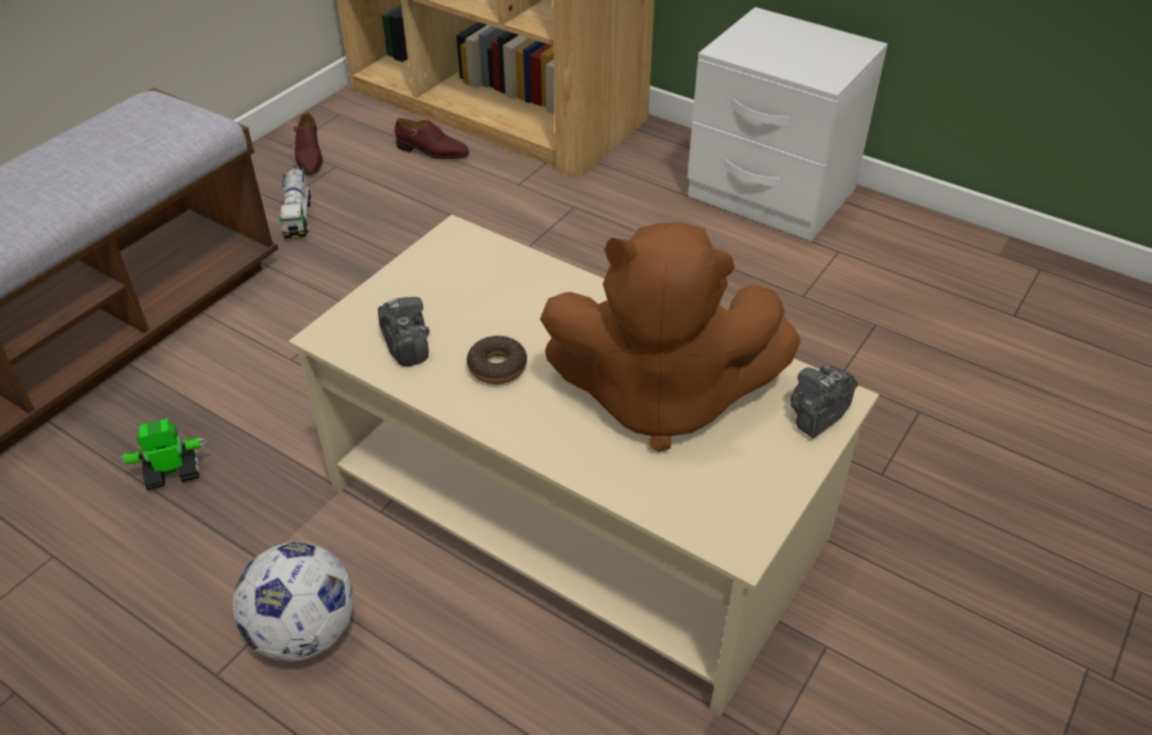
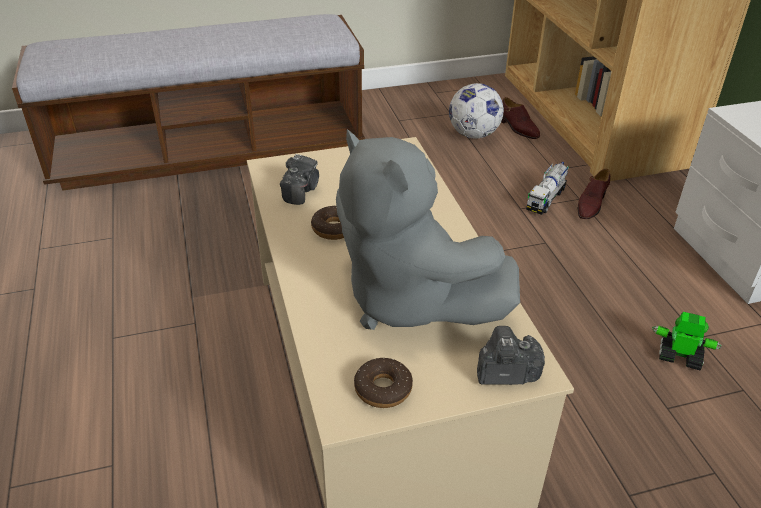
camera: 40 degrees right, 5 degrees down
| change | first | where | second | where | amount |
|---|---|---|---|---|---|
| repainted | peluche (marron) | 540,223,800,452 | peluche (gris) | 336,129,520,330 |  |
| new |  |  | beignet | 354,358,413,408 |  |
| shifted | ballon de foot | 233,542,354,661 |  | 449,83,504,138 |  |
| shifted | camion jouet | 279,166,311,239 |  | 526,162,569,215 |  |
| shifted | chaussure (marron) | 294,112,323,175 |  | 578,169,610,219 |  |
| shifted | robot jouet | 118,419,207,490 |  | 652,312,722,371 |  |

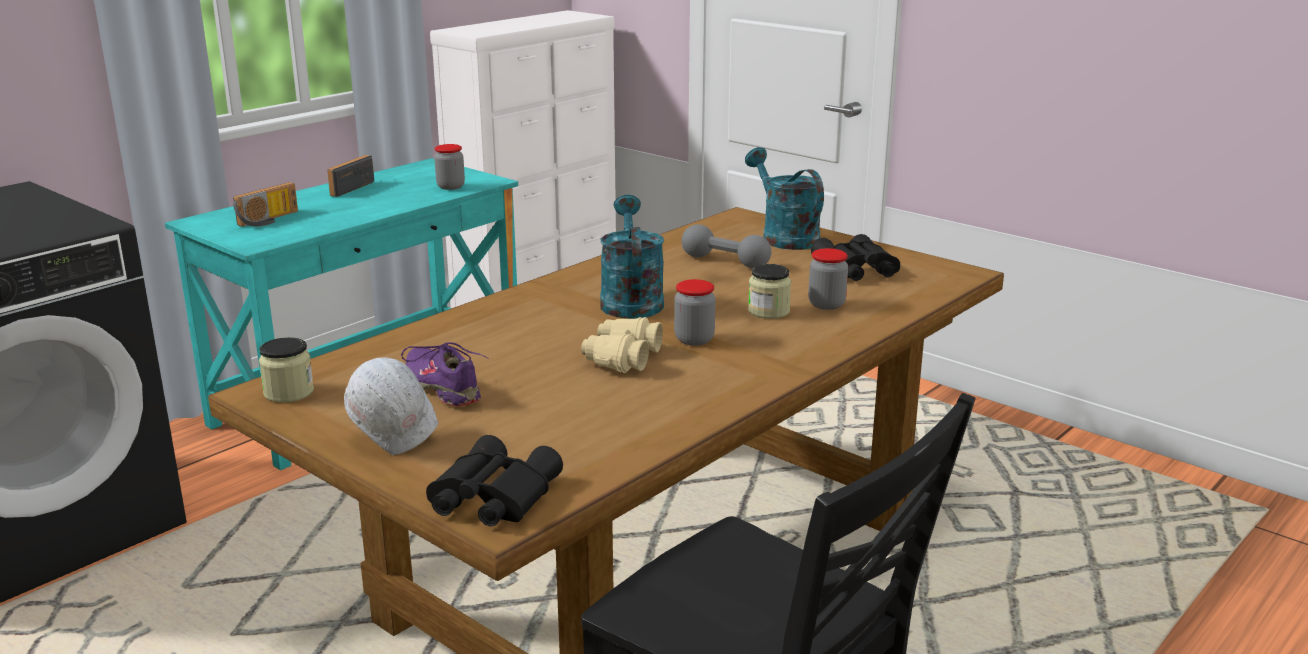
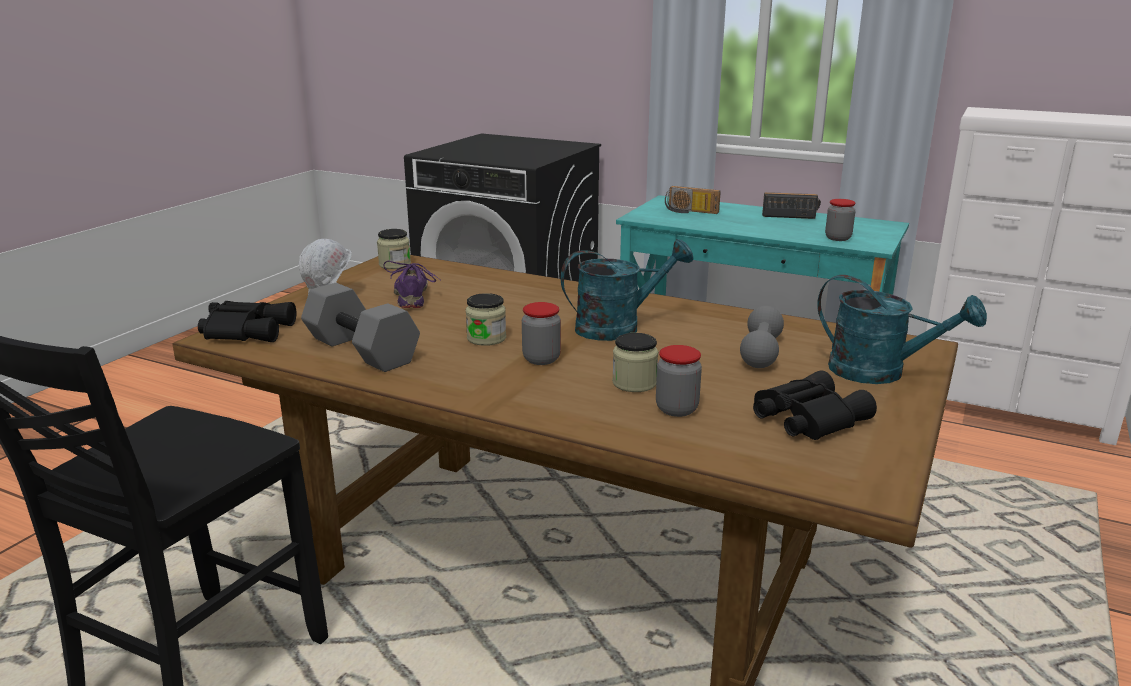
camera: 75 degrees right, 0 degrees up
| change | first | where | second | where | amount |
|---|---|---|---|---|---|
| new |  |  | haltère (gris) | 301,283,420,372 |  |
| rotated | chaussure (violet) | 401,342,487,407 |  | 383,260,441,308 | 45 degrees counterclockwise |
| swapped | jumelles (beige) | 581,317,663,373 | bocal | 466,293,506,346 |  |
| rotated | arrosoir (turquoise) | 745,147,824,250 |  | 817,275,987,384 | 75 degrees clockwise |

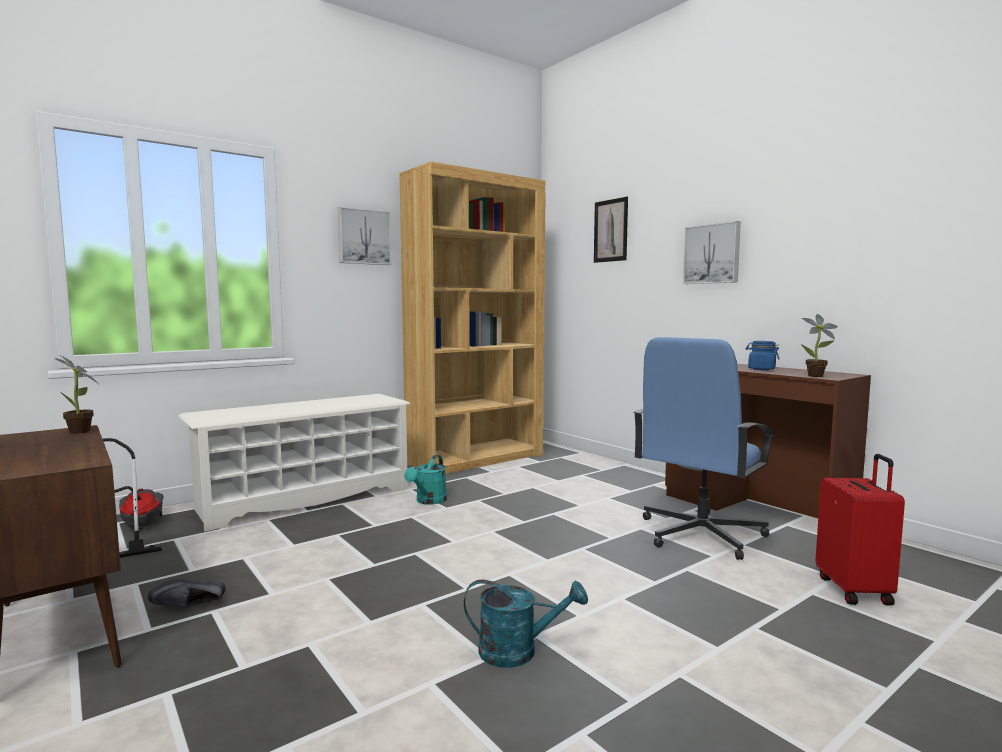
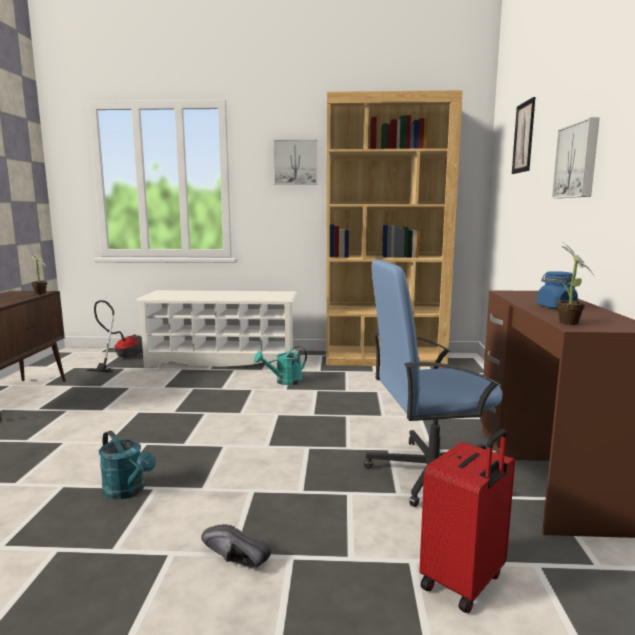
camera: 40 degrees right, 5 degrees up
| change | first | where | second | where | amount |
|---|---|---|---|---|---|
| shifted | chaussure (noir) | 148,578,226,607 |  | 201,524,271,569 |  |

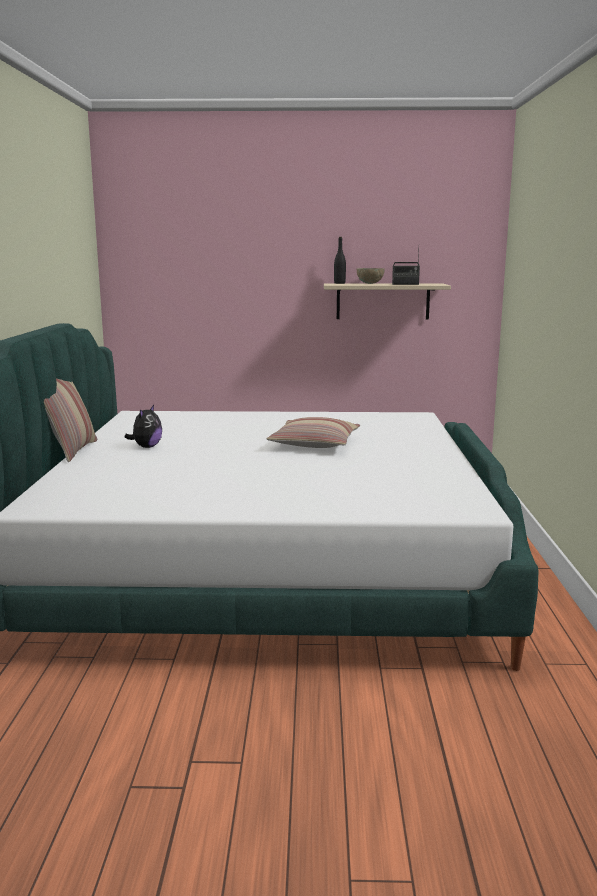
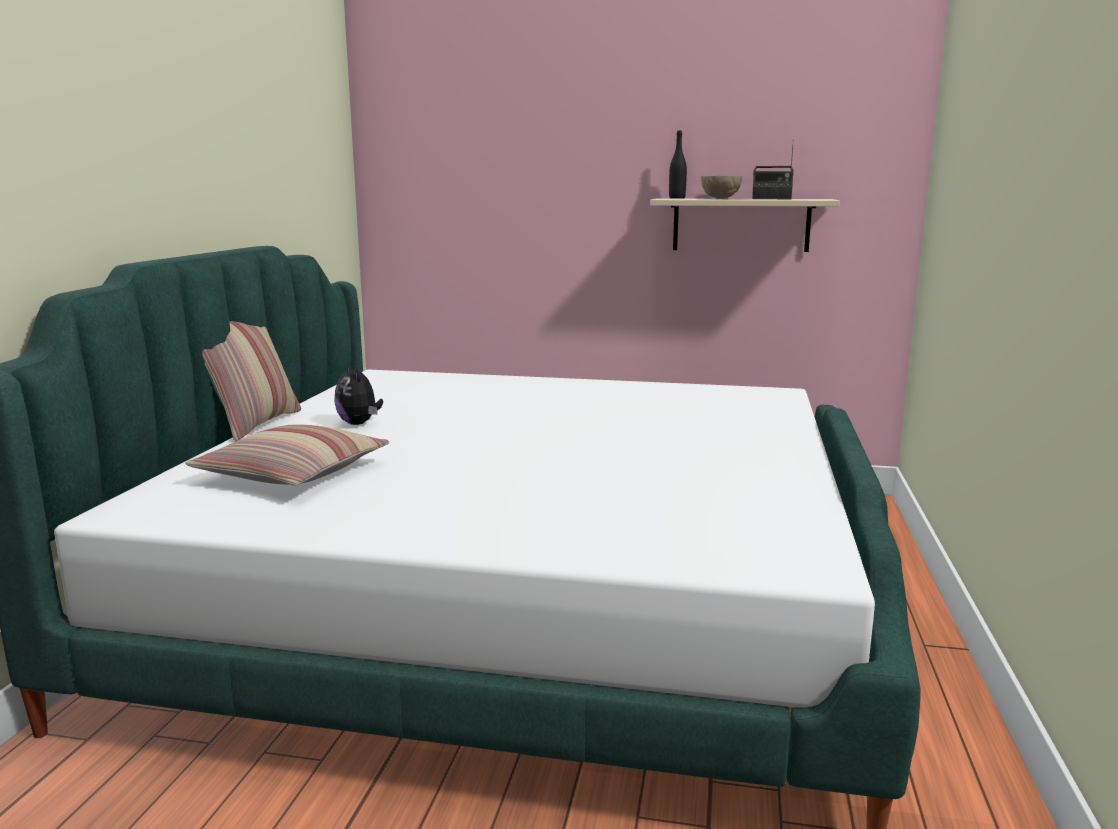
camera: 10 degrees right, 0 degrees up
| change | first | where | second | where | amount |
|---|---|---|---|---|---|
| shifted | coussin | 266,417,360,448 |  | 185,424,389,486 |  |
| rotated | peluche | 125,405,162,448 |  | 334,363,383,425 | 120 degrees clockwise |

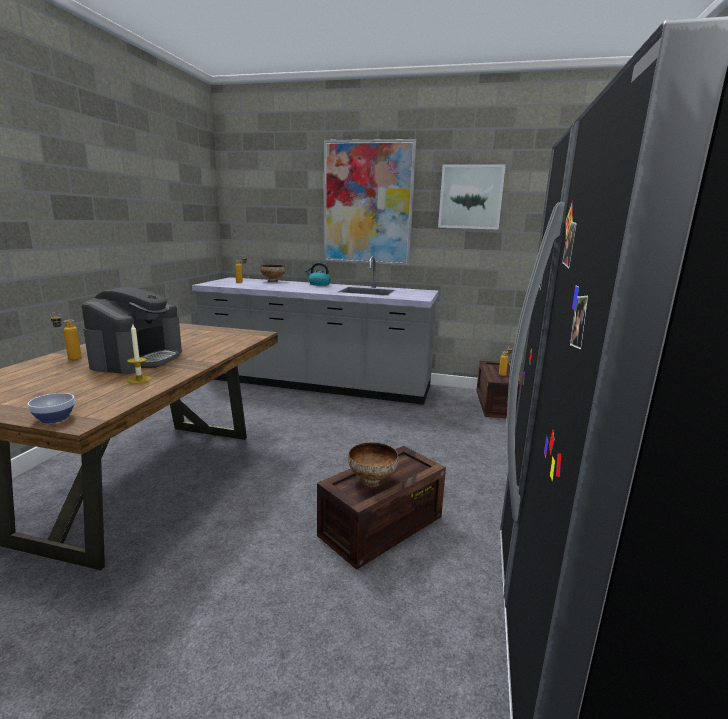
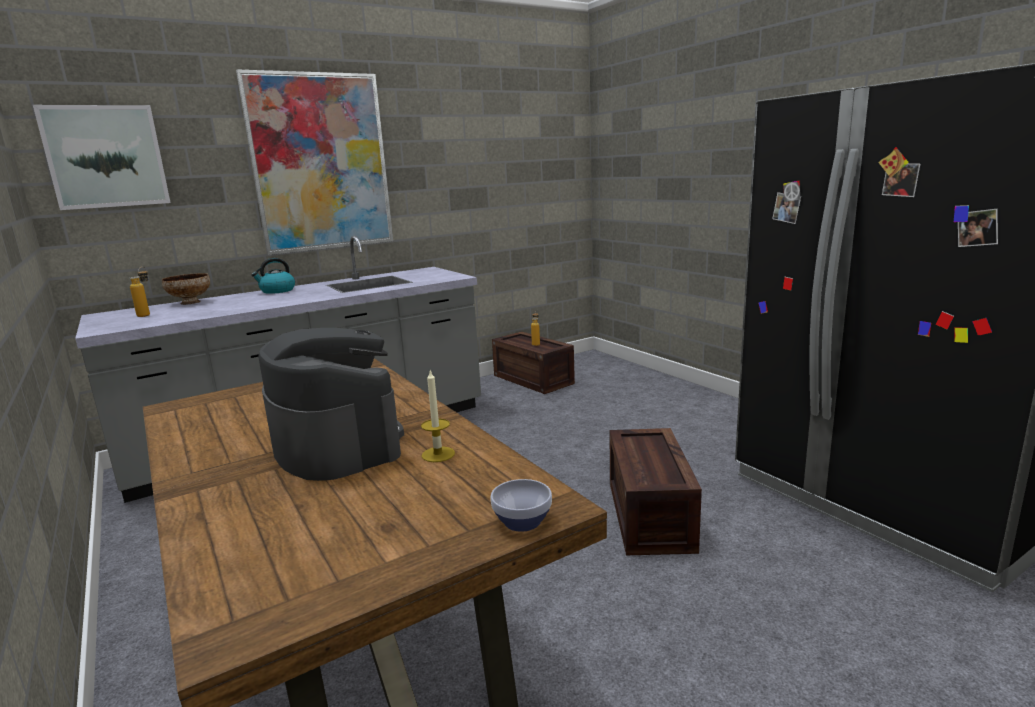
camera: 45 degrees left, 0 degrees up
| change | first | where | second | where | amount |
|---|---|---|---|---|---|
| shifted | tableau | 438,164,506,230 |  | 33,105,171,210 |  |
| gone | bouteille | 50,312,82,360 |  |  |  |
| gone | bol | 348,442,399,487 |  |  |  |

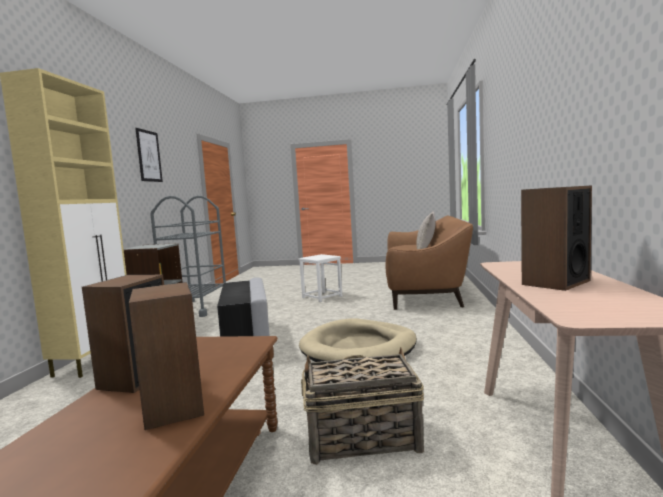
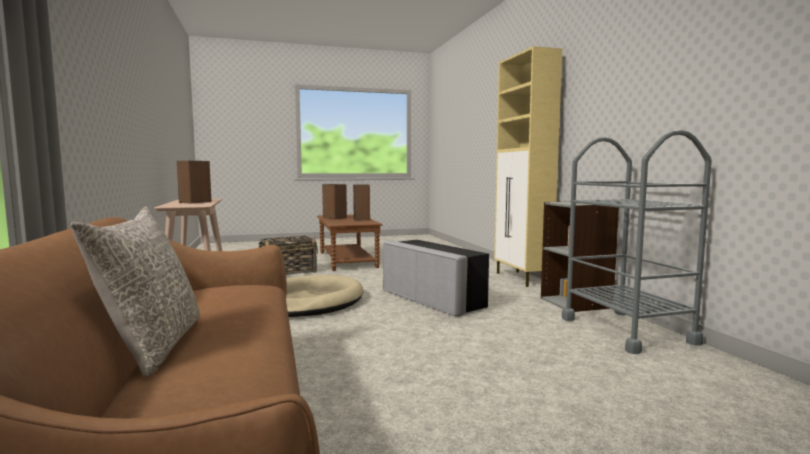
camera: 155 degrees right, 0 degrees up
| change | first | where | second | where | amount |
|---|---|---|---|---|---|
| gone | tableau | 135,128,163,182 |  |  |  |
| gone | tabouret (blanc) | 299,254,342,302 |  |  |  |

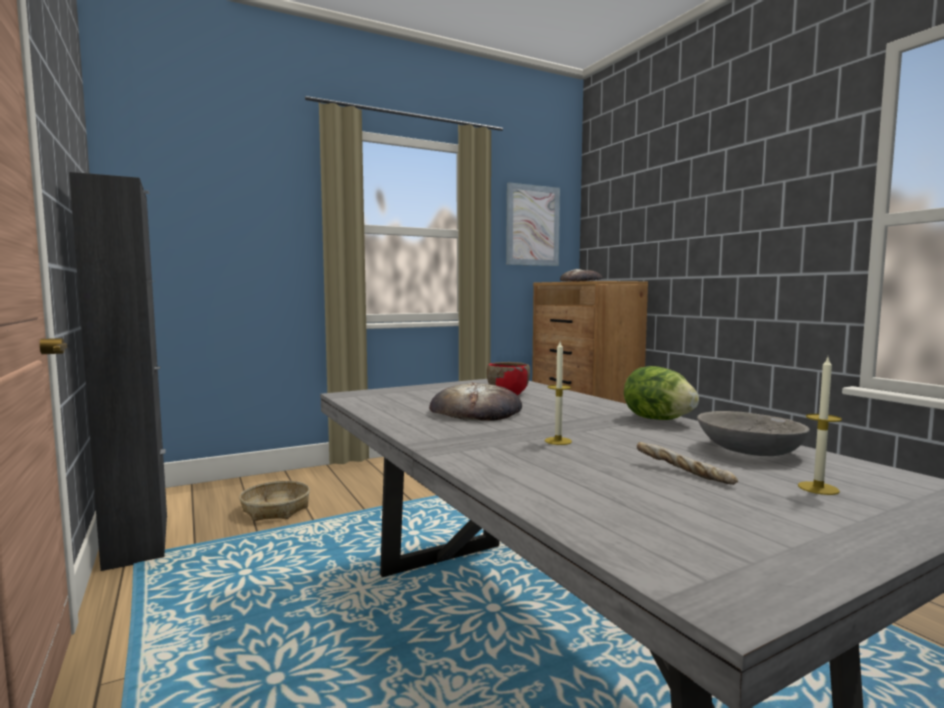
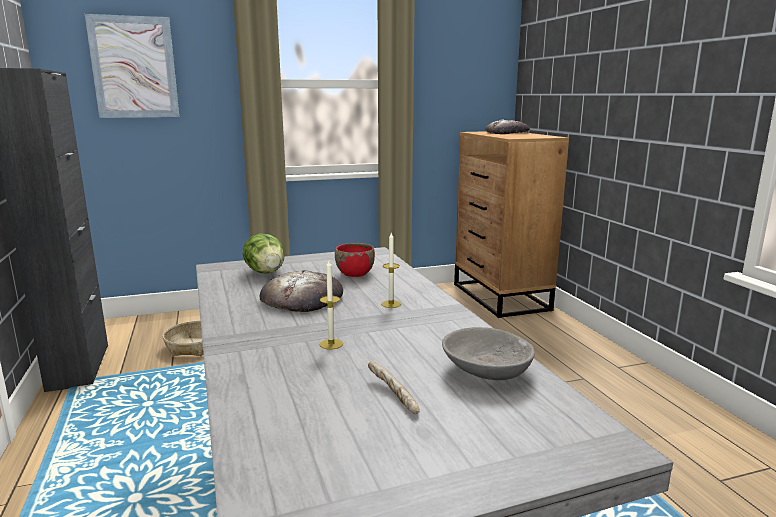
camera: 10 degrees right, 10 degrees up
| change | first | where | second | where | amount |
|---|---|---|---|---|---|
| shifted | tableau | 506,182,560,266 |  | 85,14,179,118 |  |
| shifted | laitue | 624,366,699,420 |  | 242,234,285,273 |  |
| shifted | bougie | 798,357,842,495 |  | 381,233,401,308 |  |

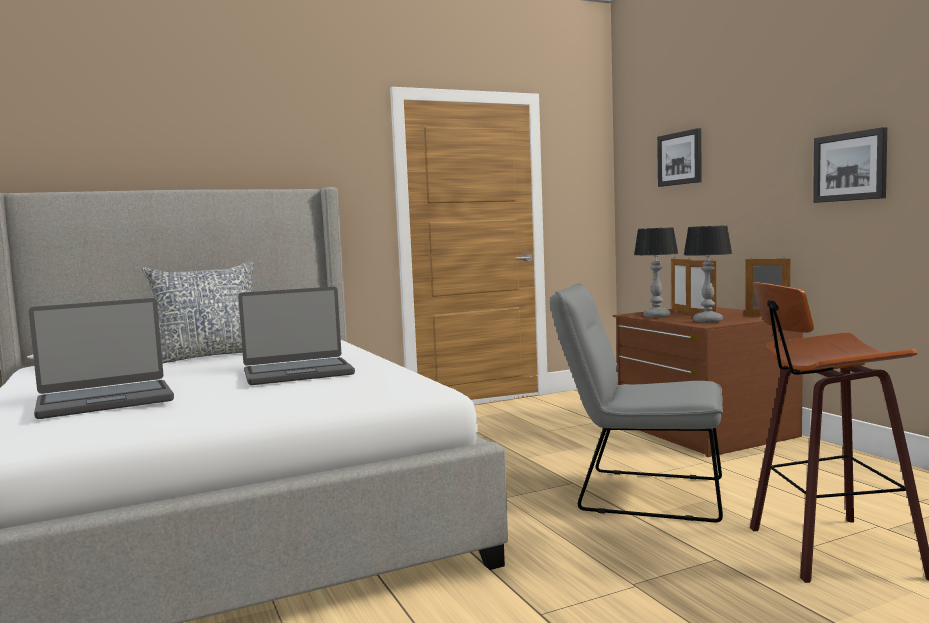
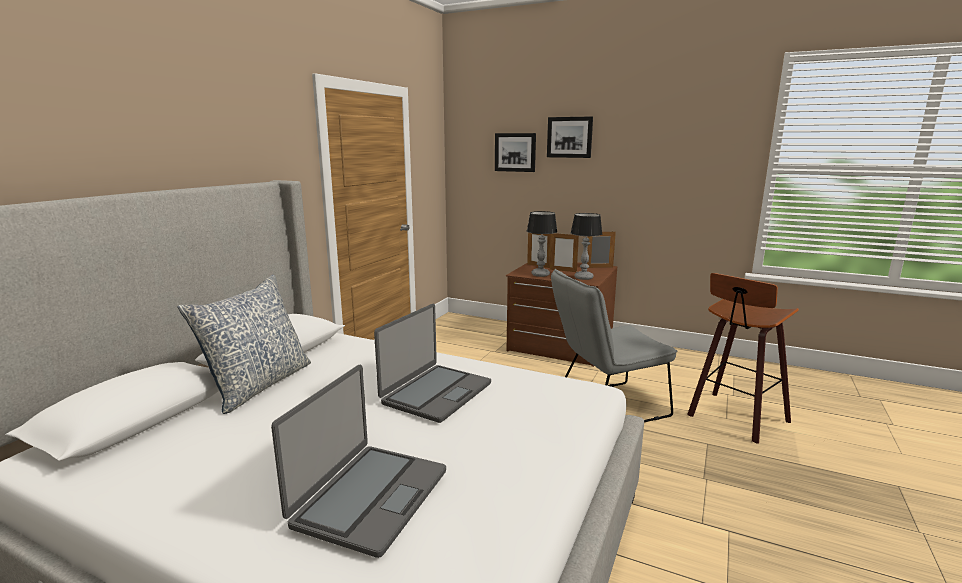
camera: 40 degrees left, 10 degrees up
| change | first | where | second | where | amount |
|---|---|---|---|---|---|
| shifted | tableau | 813,127,887,203 |  | 547,116,593,158 |  |

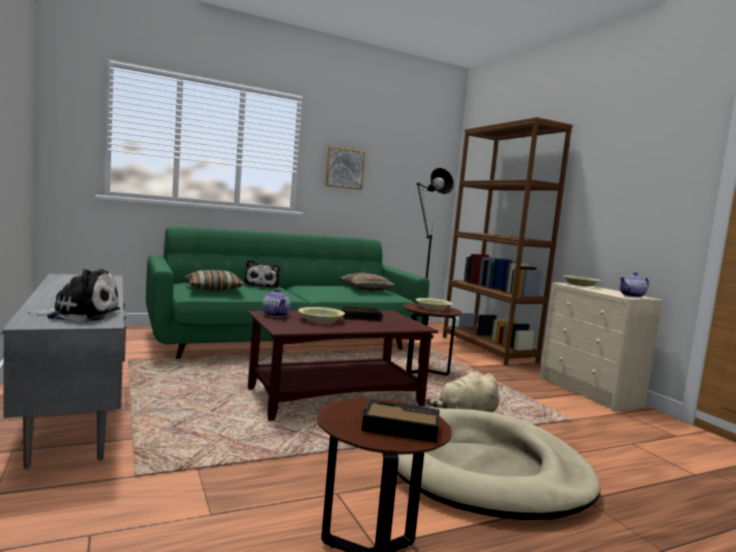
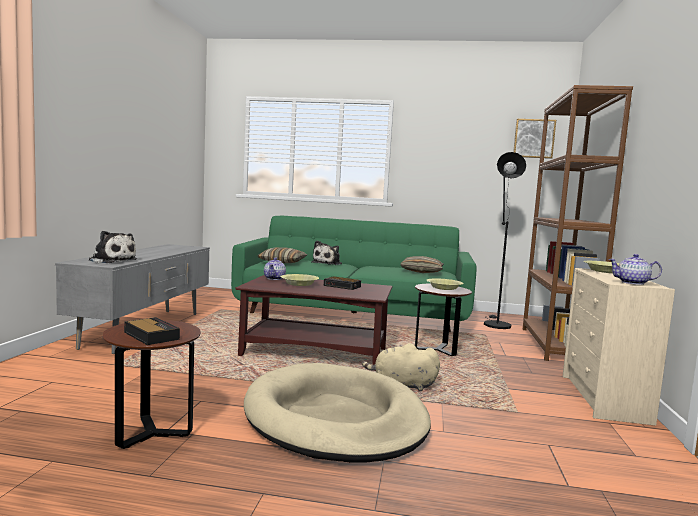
camera: 35 degrees right, 0 degrees up
| change | first | where | second | where | amount |
|---|---|---|---|---|---|
| shifted | tableau | 325,146,366,190 |  | 513,119,556,159 |  |

